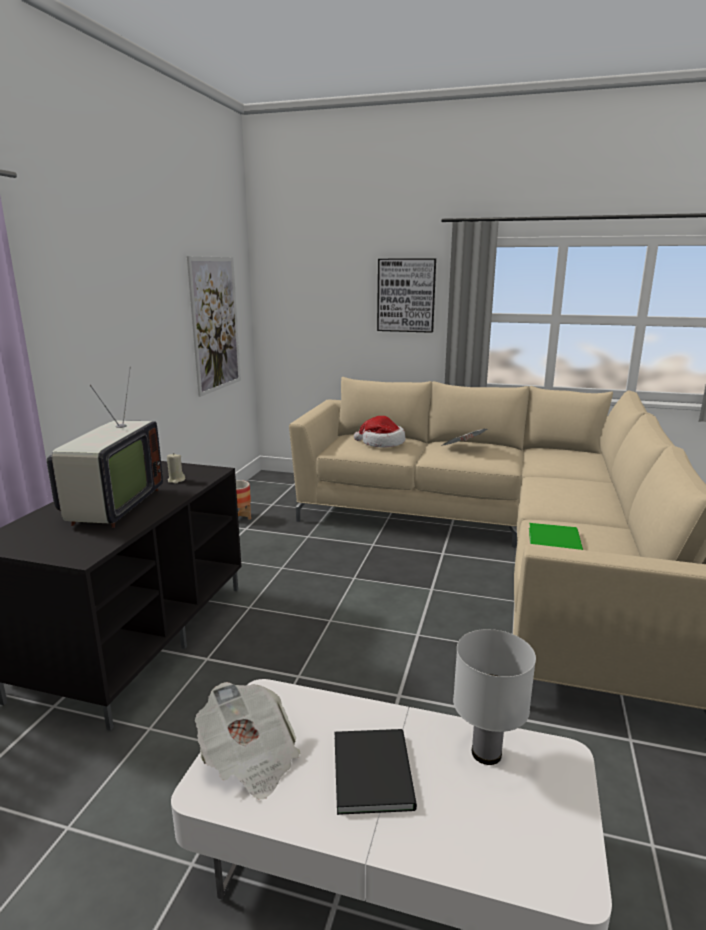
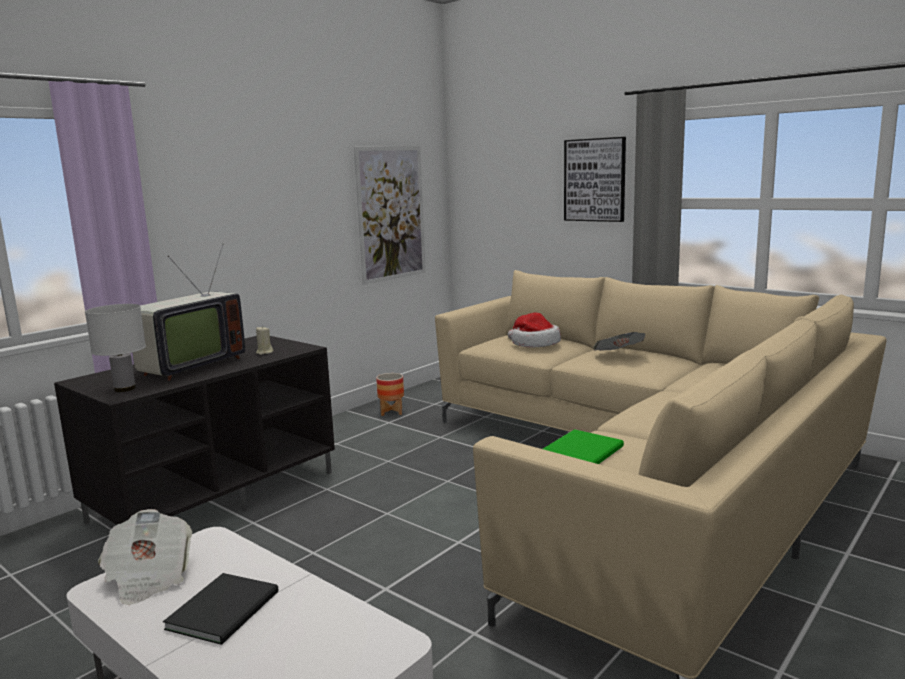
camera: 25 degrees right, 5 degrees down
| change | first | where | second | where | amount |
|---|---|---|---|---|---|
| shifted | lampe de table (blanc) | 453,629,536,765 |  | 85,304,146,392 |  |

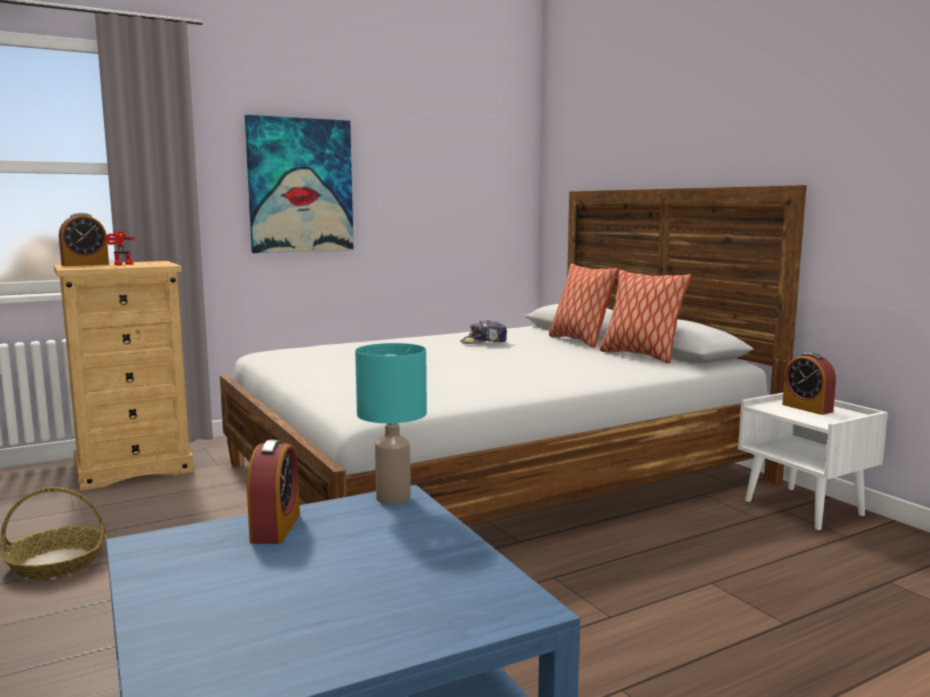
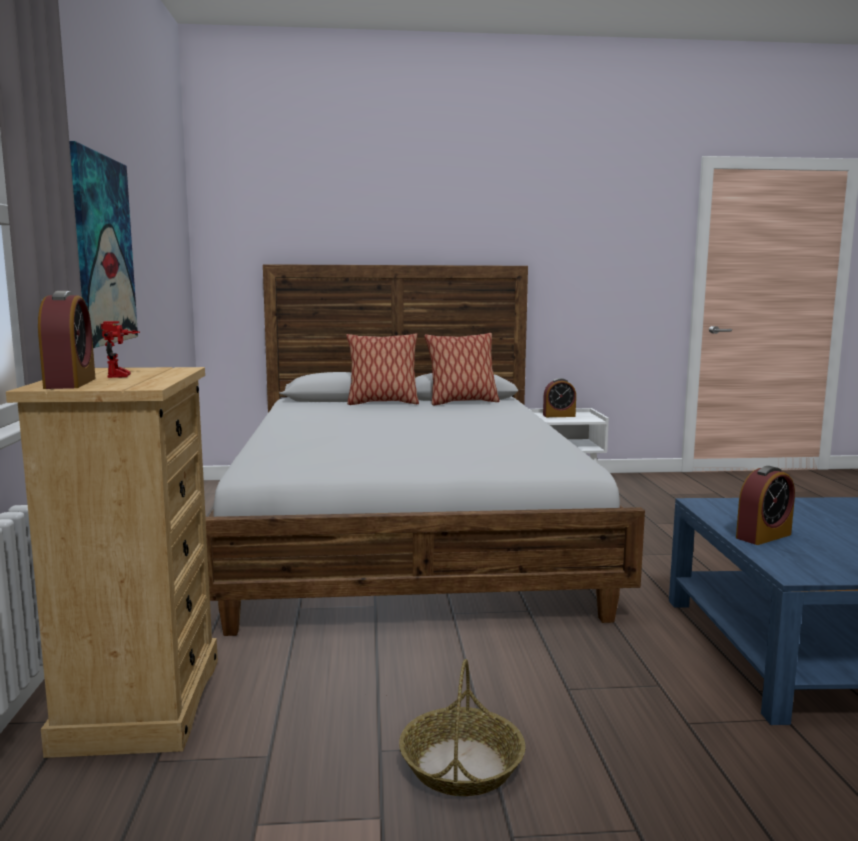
camera: 65 degrees left, 0 degrees up
| change | first | where | second | where | amount |
|---|---|---|---|---|---|
| rotated | réveil | 247,440,300,544 |  | 736,466,795,545 | 120 degrees clockwise |
| gone | lampe de table (turquoise) | 355,343,427,505 |  |  |  |
| gone | casquette | 460,320,507,344 |  |  |  |

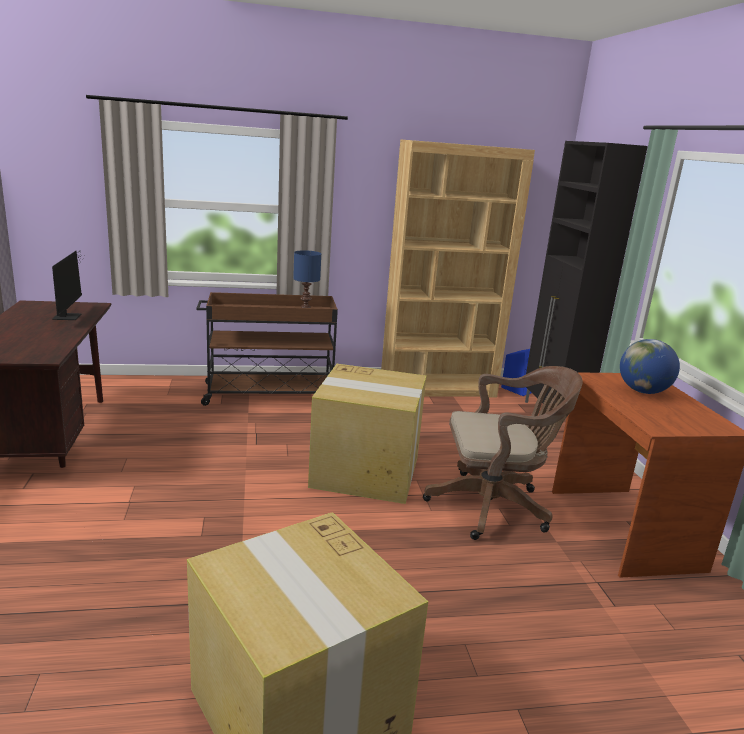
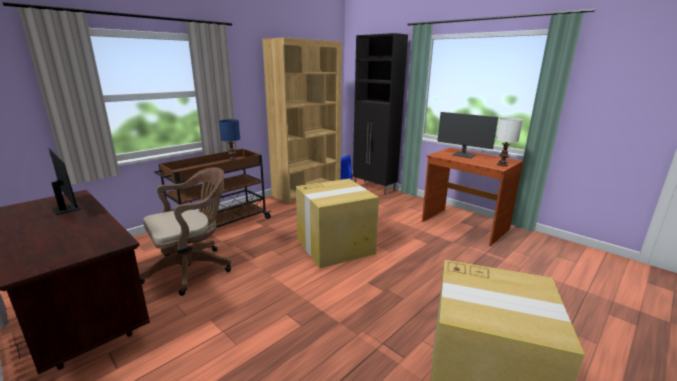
camera: 35 degrees left, 0 degrees up
| change | first | where | second | where | amount |
|---|---|---|---|---|---|
| shifted | chaise de bureau (marron) | 423,366,582,540 |  | 139,167,231,296 |  |
| swapped | globe | 620,339,680,394 | écran d'ordinateur | 437,112,498,158 |  |
| new |  |  | lampe de table (blanc) | 496,117,523,166 |  |

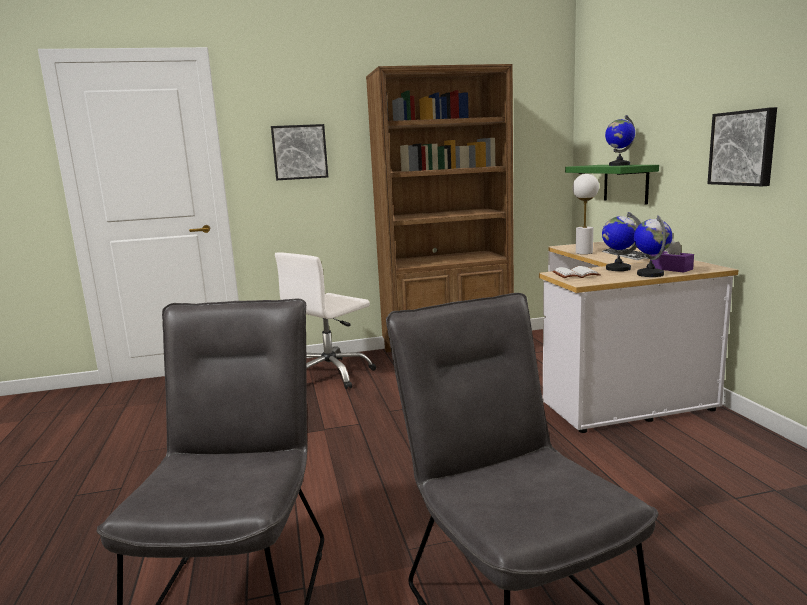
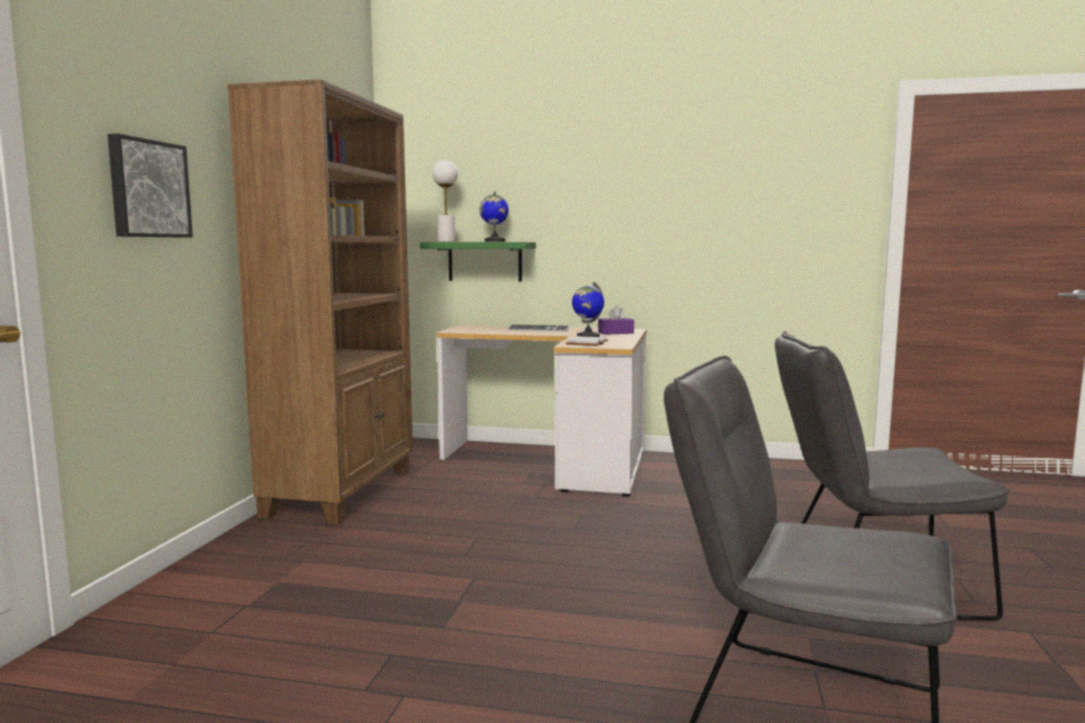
camera: 65 degrees left, 5 degrees down
| change | first | where | second | where | amount |
|---|---|---|---|---|---|
| shifted | lampe de table (blanc) | 573,174,599,254 |  | 432,160,458,242 |  |
| gone | chaise de bureau (blanc) | 275,252,376,389 |  |  |  |
| gone | globe | 634,215,672,277 |  |  |  |
| gone | tableau | 707,107,777,186 |  |  |  |

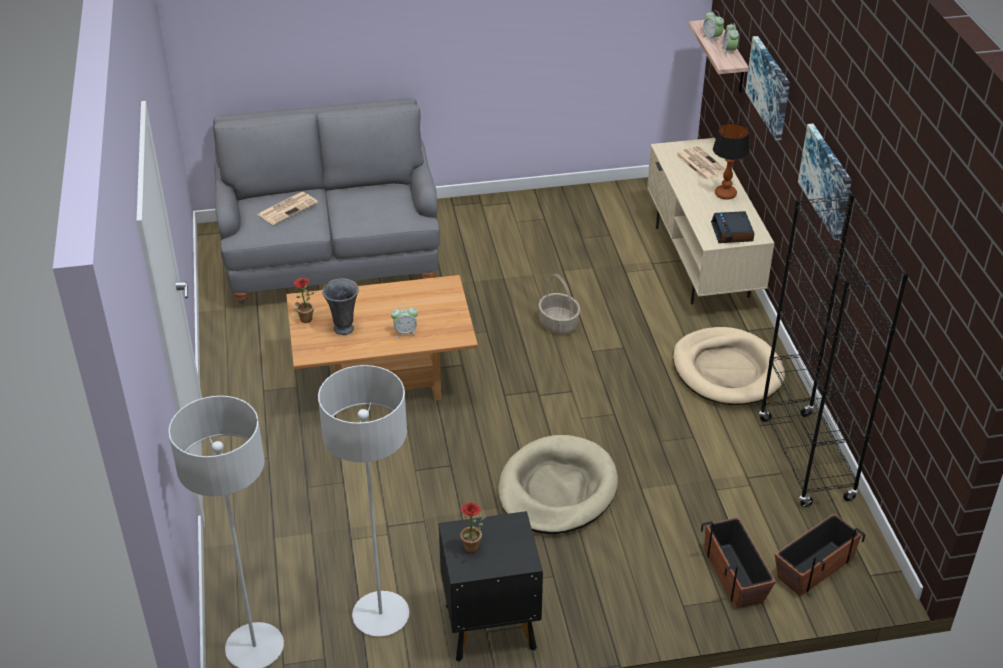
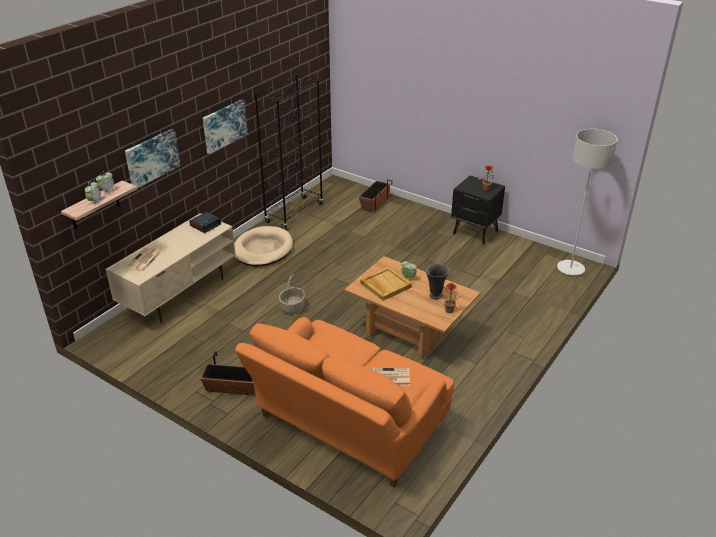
camera: 135 degrees left, 5 degrees down
| change | first | where | second | where | amount |
|---|---|---|---|---|---|
| shifted | cache-pot | 775,513,865,597 |  | 200,351,255,395 |  |
| repainted | canapé (gris) | 213,98,440,304 | canapé (orange) | 235,317,454,488 |  |
| new |  |  | plateau (beige) | 360,267,412,301 |  |
| gone | lampadaire (gris) | 318,365,409,636 |  |  |  |
| gone | panier pour chien (beige) | 498,435,618,534 |  |  |  |
| gone | lampe de table | 713,123,750,200 |  |  |  |

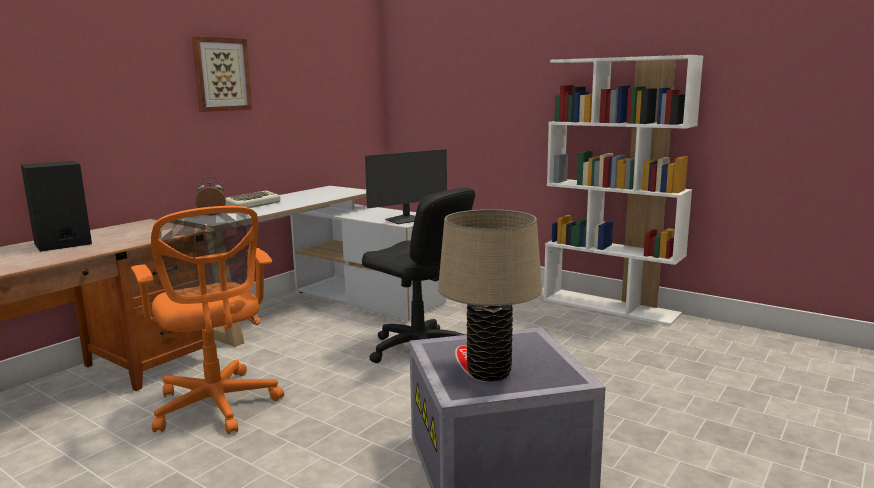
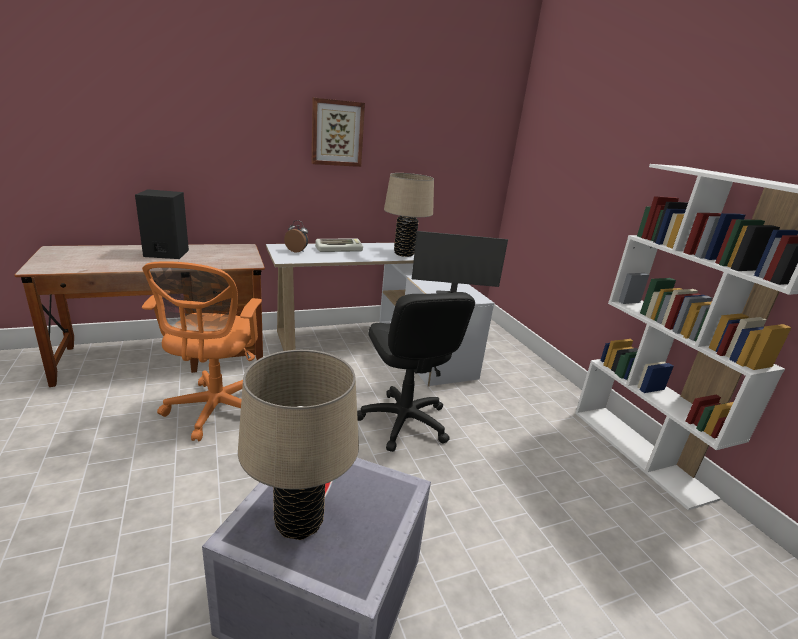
camera: 30 degrees right, 10 degrees up
| change | first | where | second | where | amount |
|---|---|---|---|---|---|
| new |  |  | lampe de table (beige) | 384,173,434,257 |  |

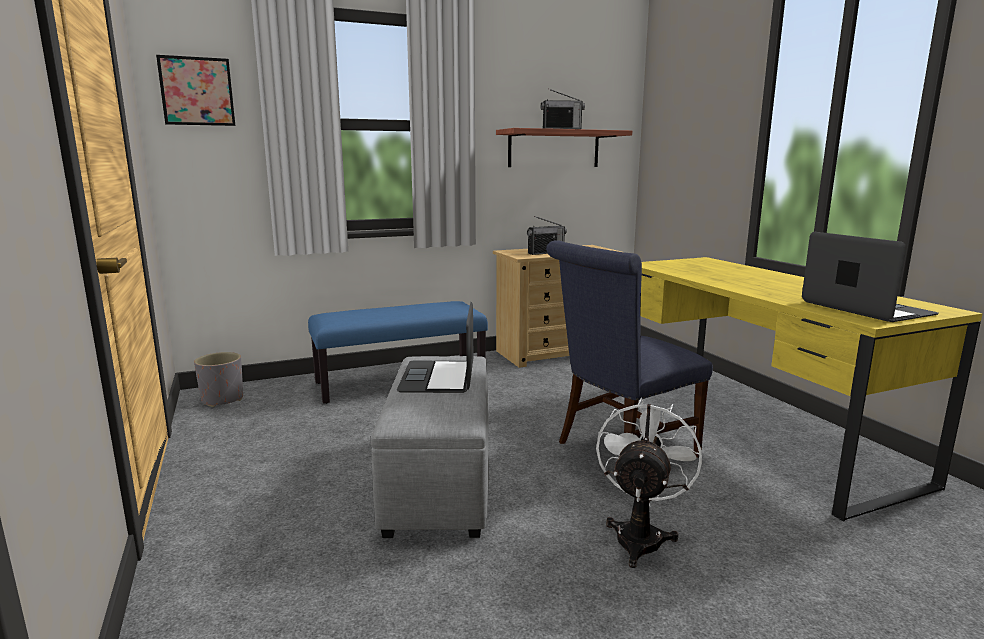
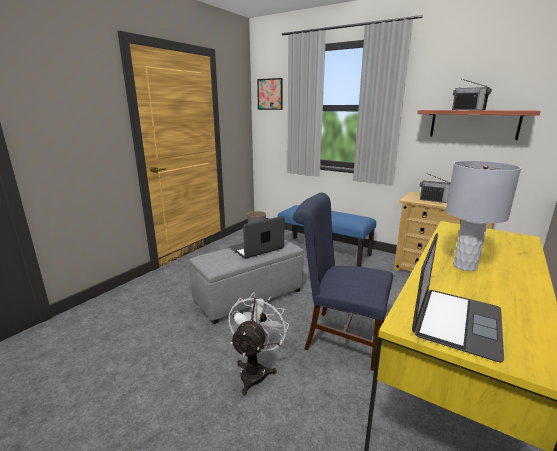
camera: 55 degrees right, 5 degrees up
| change | first | where | second | where | amount |
|---|---|---|---|---|---|
| rotated | ventilateur (blanc) | 596,398,702,568 |  | 229,292,289,395 | 60 degrees counterclockwise |
| new |  |  | lampe de table (gris) | 446,161,521,271 |  |

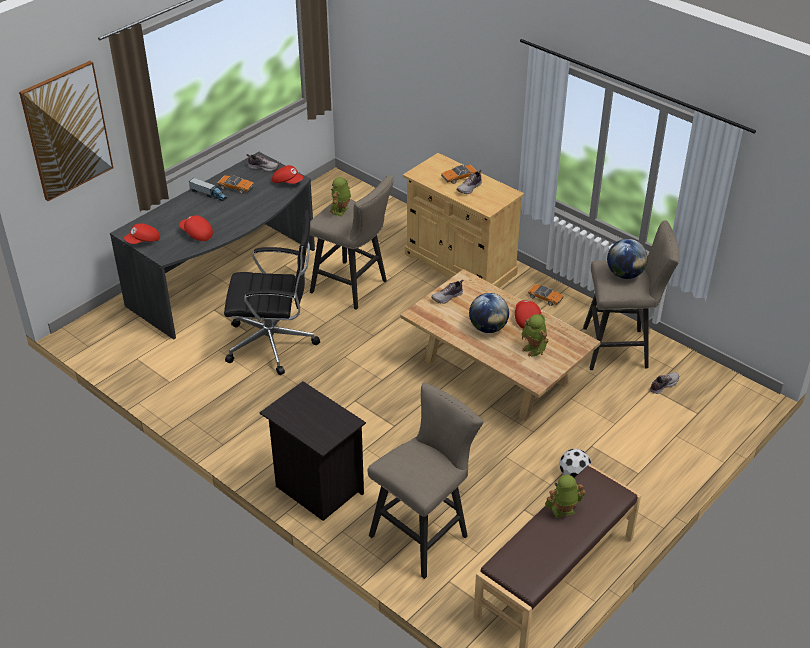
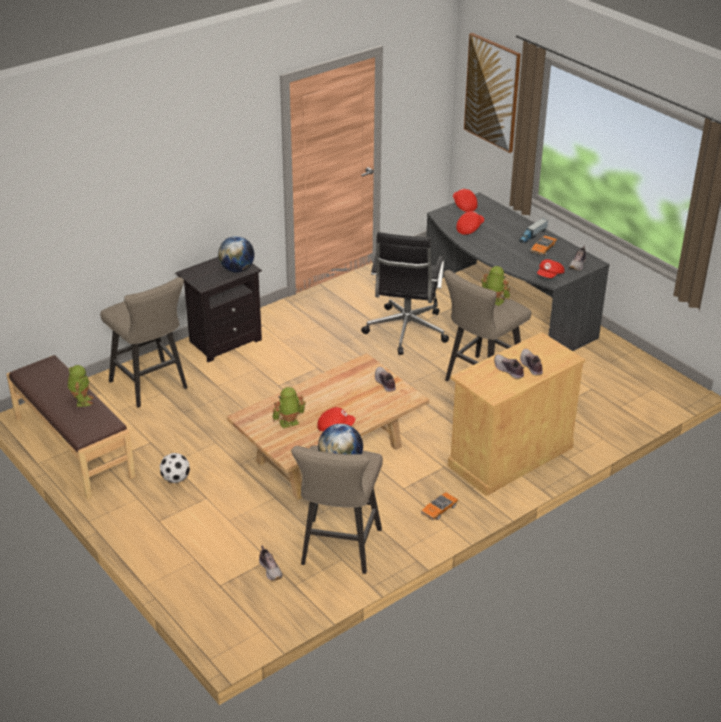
camera: 100 degrees right, 5 degrees down
| change | first | where | second | where | amount |
|---|---|---|---|---|---|
| shifted | globe | 469,293,509,333 |  | 218,236,254,272 |  |
| swapped | petite voiture | 441,165,477,184 | chaussure | 520,349,543,376 |  |

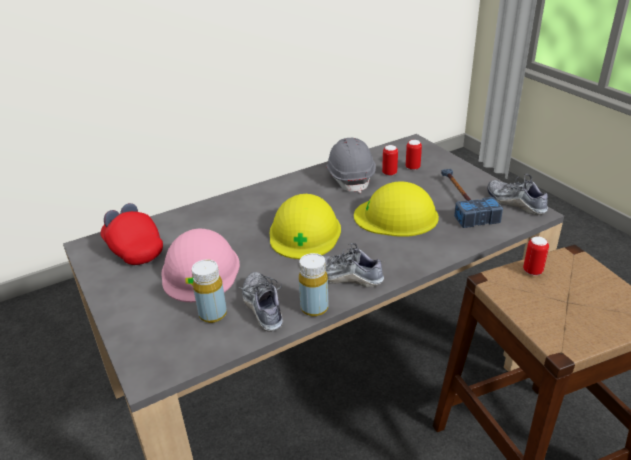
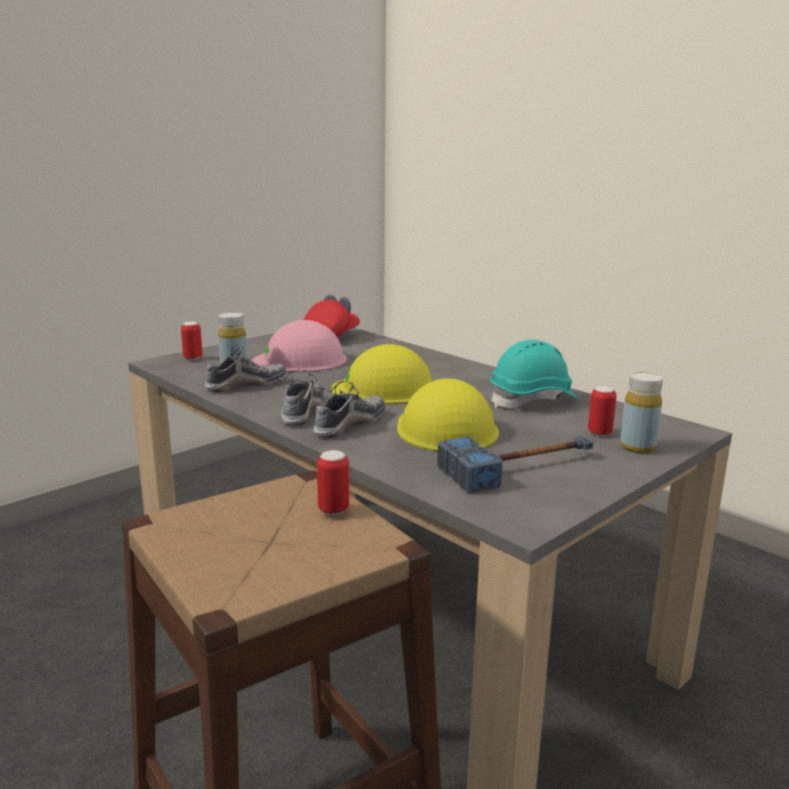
camera: 75 degrees right, 15 degrees down
| change | first | where | second | where | amount |
|---|---|---|---|---|---|
| shifted | boîte métallique | 382,145,398,176 |  | 181,322,203,360 |  |
| shifted | chaussure | 487,174,550,215 |  | 314,380,385,438 |  |
| repainted | casque de chantier (gris) | 326,138,376,193 | casque de chantier (turquoise) | 490,340,579,408 |  |
| shifted | bouteille (jaune) | 299,253,328,317 |  | 620,372,663,453 |  |

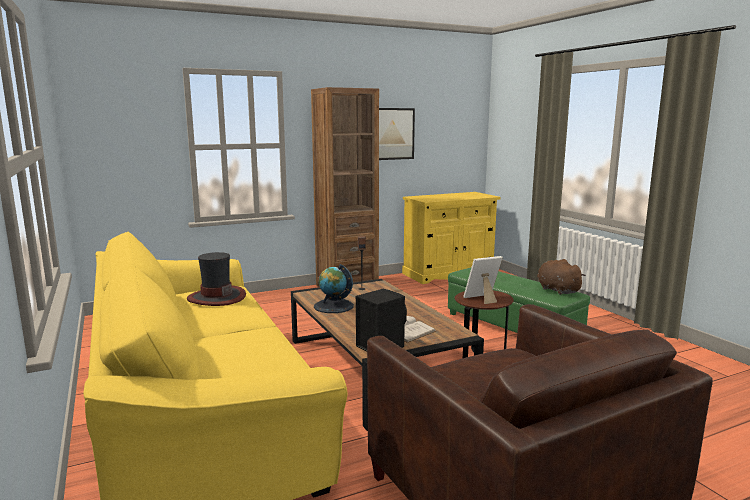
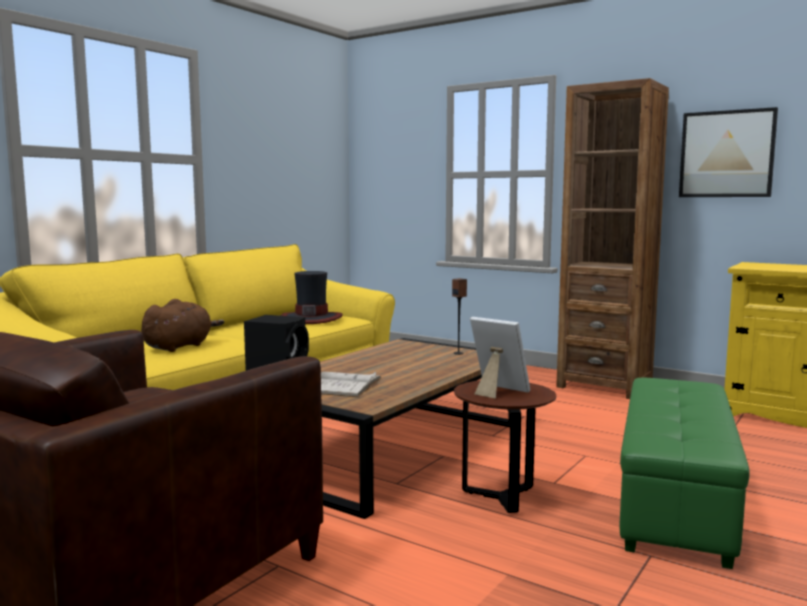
camera: 60 degrees right, 5 degrees down
| change | first | where | second | where | amount |
|---|---|---|---|---|---|
| shifted | peluche (marron) | 537,259,586,295 |  | 141,299,224,352 |  |
| gone | globe | 314,264,354,313 |  |  |  |

